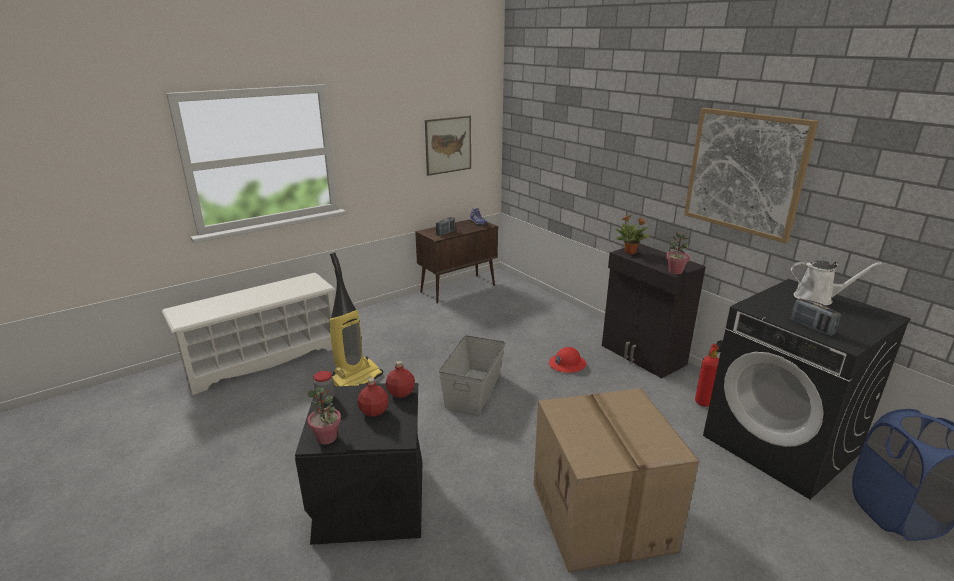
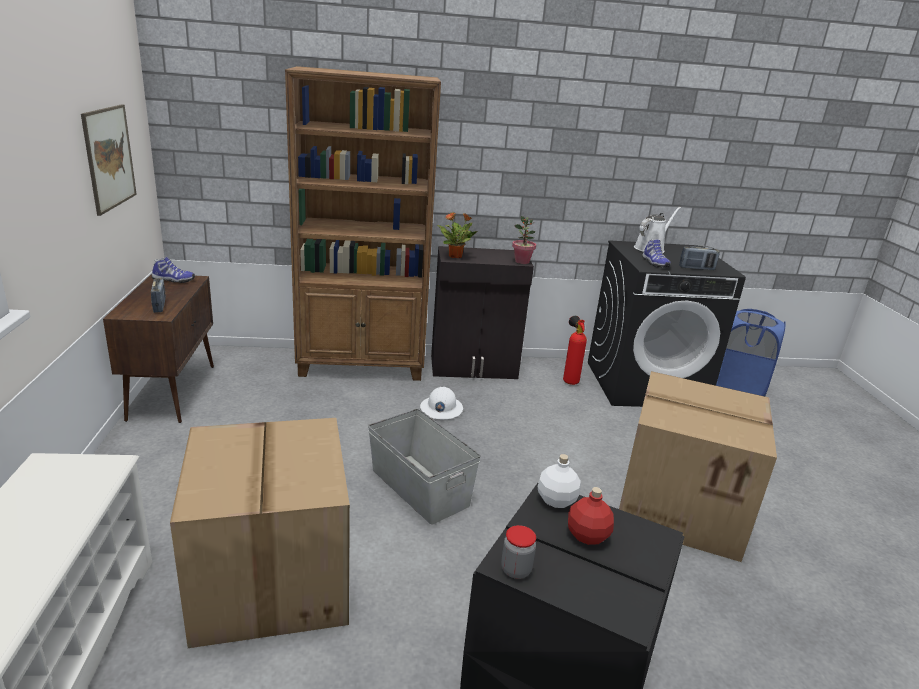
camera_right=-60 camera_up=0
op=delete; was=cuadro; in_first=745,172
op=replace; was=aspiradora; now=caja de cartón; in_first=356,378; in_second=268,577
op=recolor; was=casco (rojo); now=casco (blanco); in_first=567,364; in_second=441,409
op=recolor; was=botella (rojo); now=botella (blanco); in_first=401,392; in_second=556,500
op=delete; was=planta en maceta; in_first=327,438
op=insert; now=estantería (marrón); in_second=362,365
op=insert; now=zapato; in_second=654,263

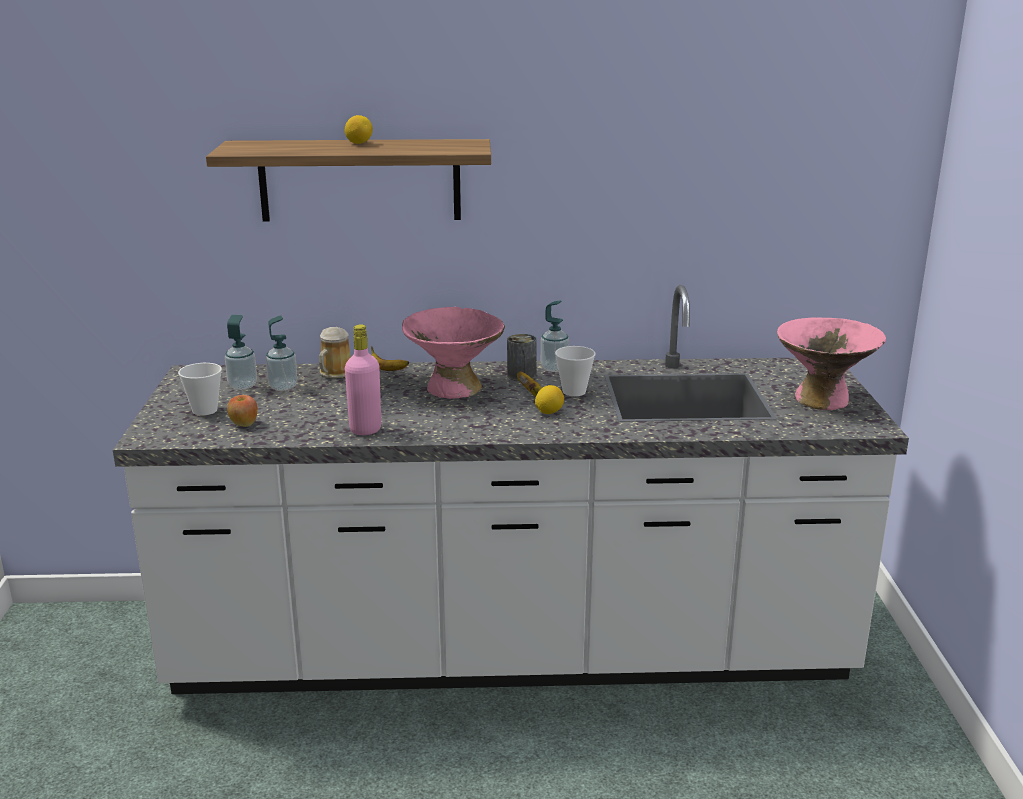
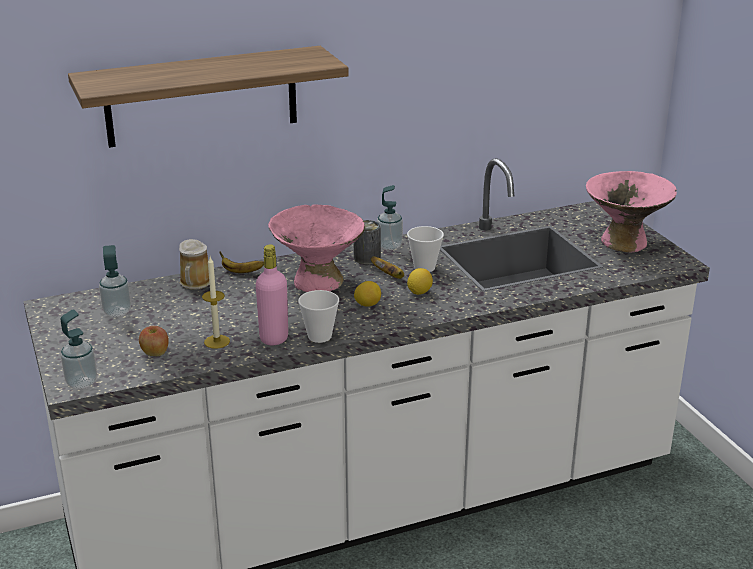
camera_right=-20 camera_up=5
op=move; was=limón; in_first=359,143; in_second=367,305
op=move; was=dispensador de jabón; in_first=283,387; in_second=81,383
op=move; was=taza; in_first=205,410; in_second=319,336
op=insert; now=vela; in_second=217,341

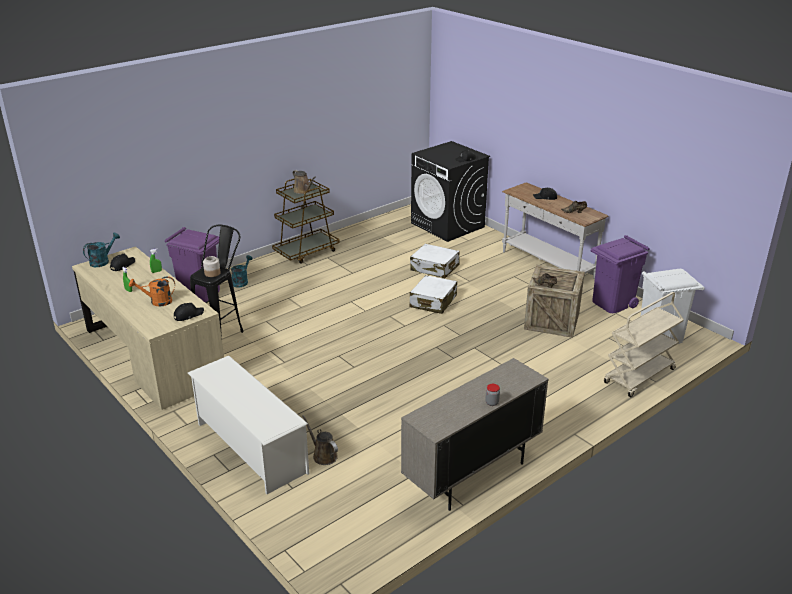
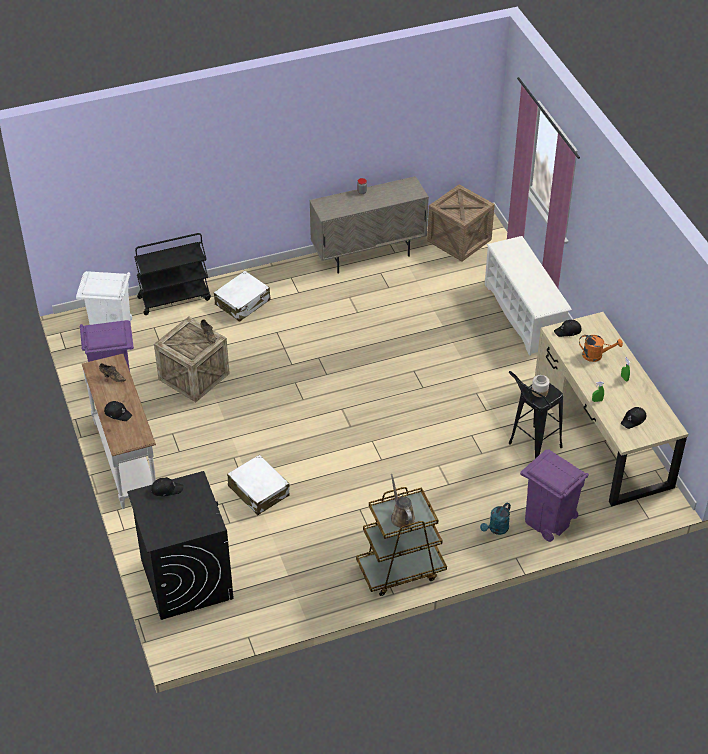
camera_right=-160 camera_up=15
op=delete; was=regadera (turquesa); in_first=102,261
op=move; was=maleta (blanco); in_first=433,302; in_second=243,302
op=recolor; was=carrito (beis); now=carrito (negro); in_first=639,376; in_second=174,298
op=delete; was=regadera (marrón); in_first=323,455
op=insert; now=caja de embalaje; in_second=459,240

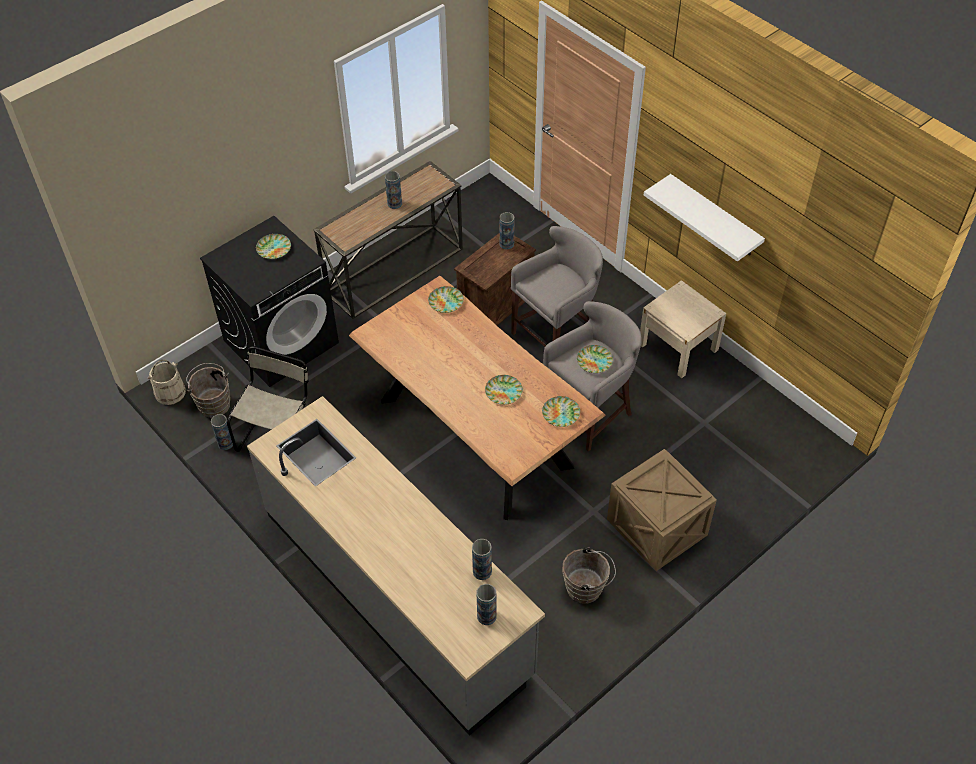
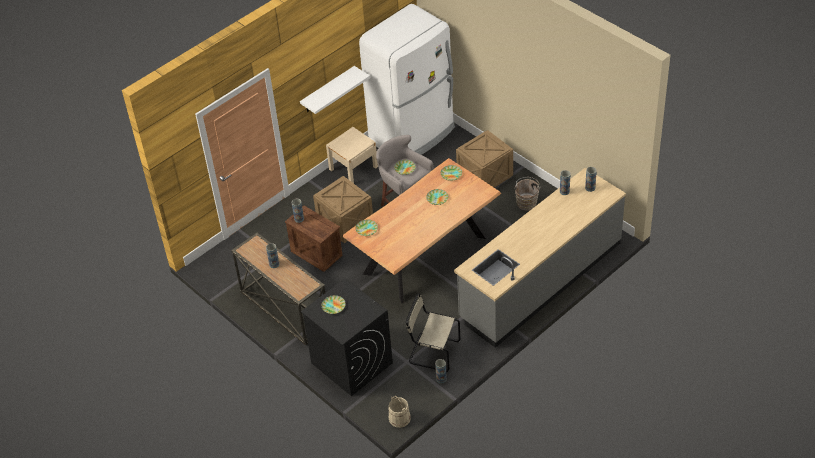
camera_right=-90 camera_up=-5
op=replace; was=taburete (gris); now=caja de embalaje; in_first=556,336; in_second=345,222
op=delete; was=cubo (marrón); in_first=214,403
op=insert; now=nevera (blanco); in_second=413,135

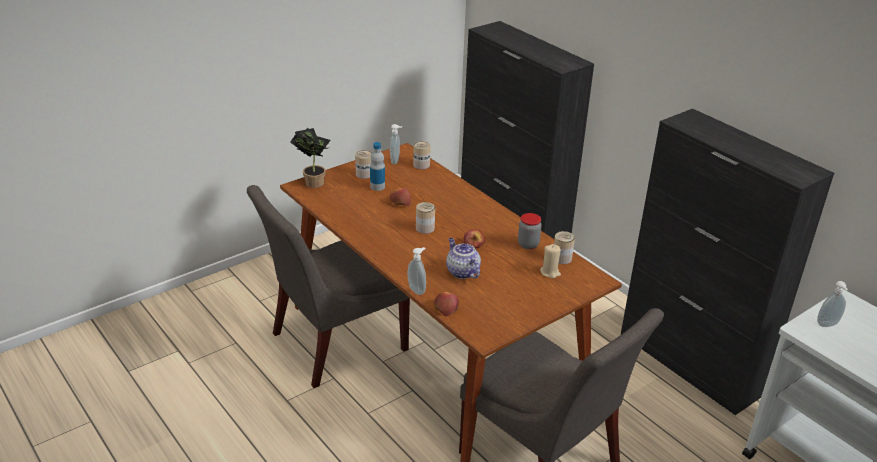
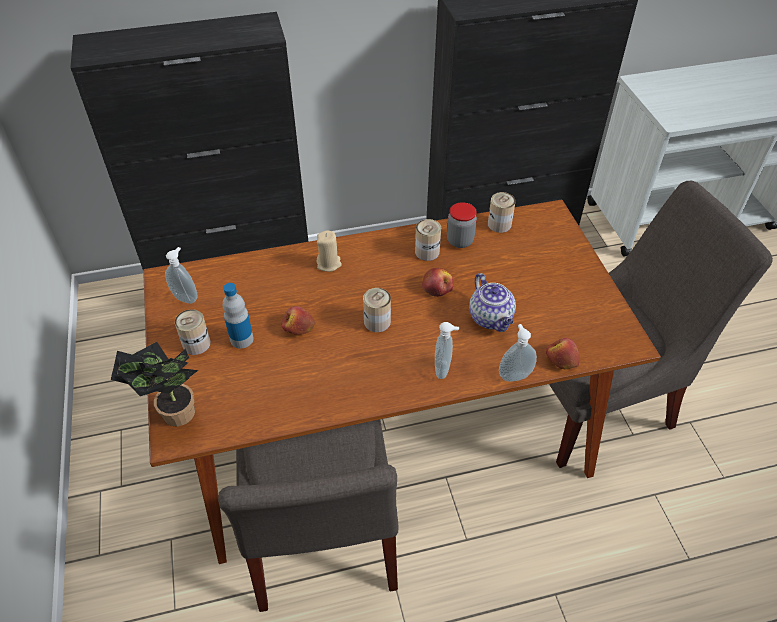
camera_right=-65 camera_up=15
op=move; was=lata; in_first=421,165; in_second=427,252
op=rotate; was=tetera; in_first=462,272; in_second=491,318; clockwise=-105
op=move; was=vela (beis); in_first=550,272; in_second=329,263
op=move; was=dispensador de jabón; in_first=828,325; in_second=443,369

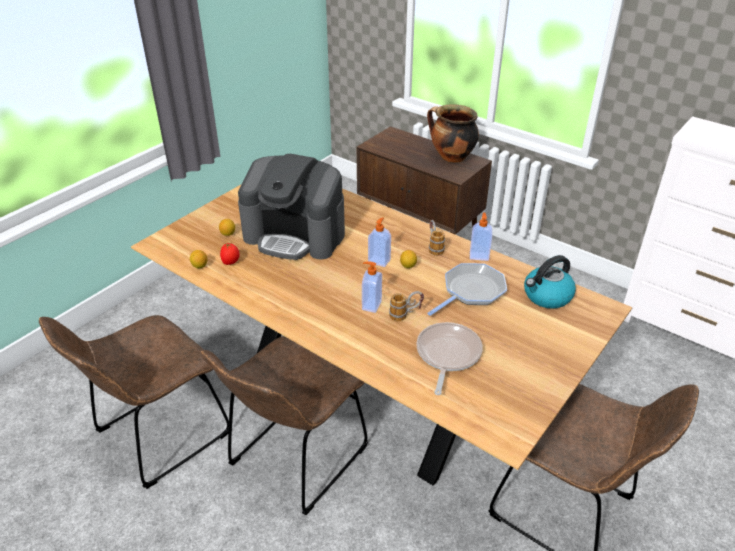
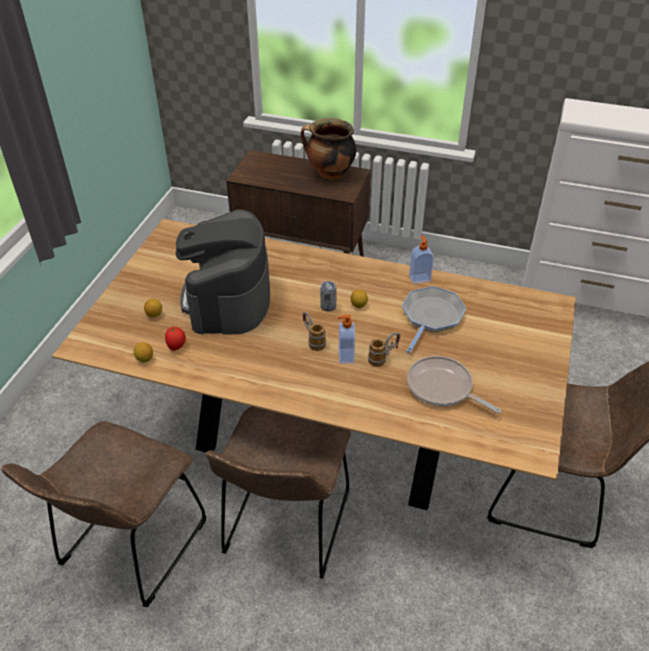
camera_right=-20 camera_up=5
op=rotate; was=cafetera; in_first=295,235; in_second=228,299; clockwise=90
op=replace; was=dispensador de jabón; now=lata; in_first=379,261; in_second=328,306
op=move; was=taza grande; in_first=434,247; in_second=312,340
op=delete; was=hervidor; in_first=547,296
op=rotate; was=sartén; in_first=447,355; in_second=442,388; clockwise=-45

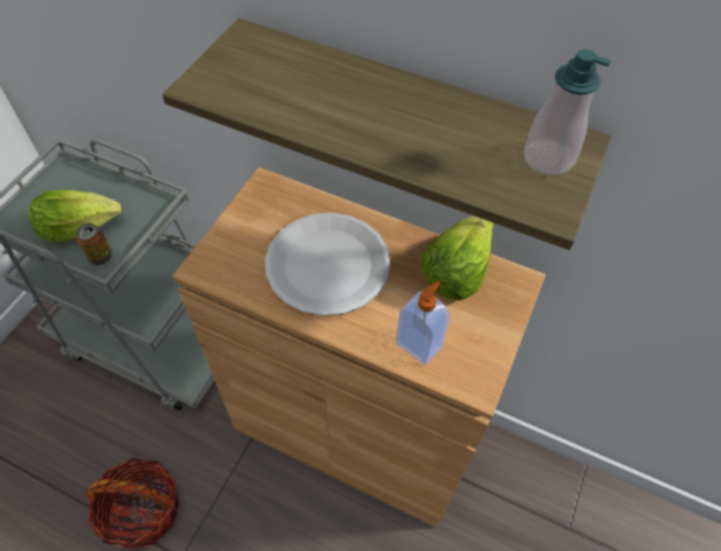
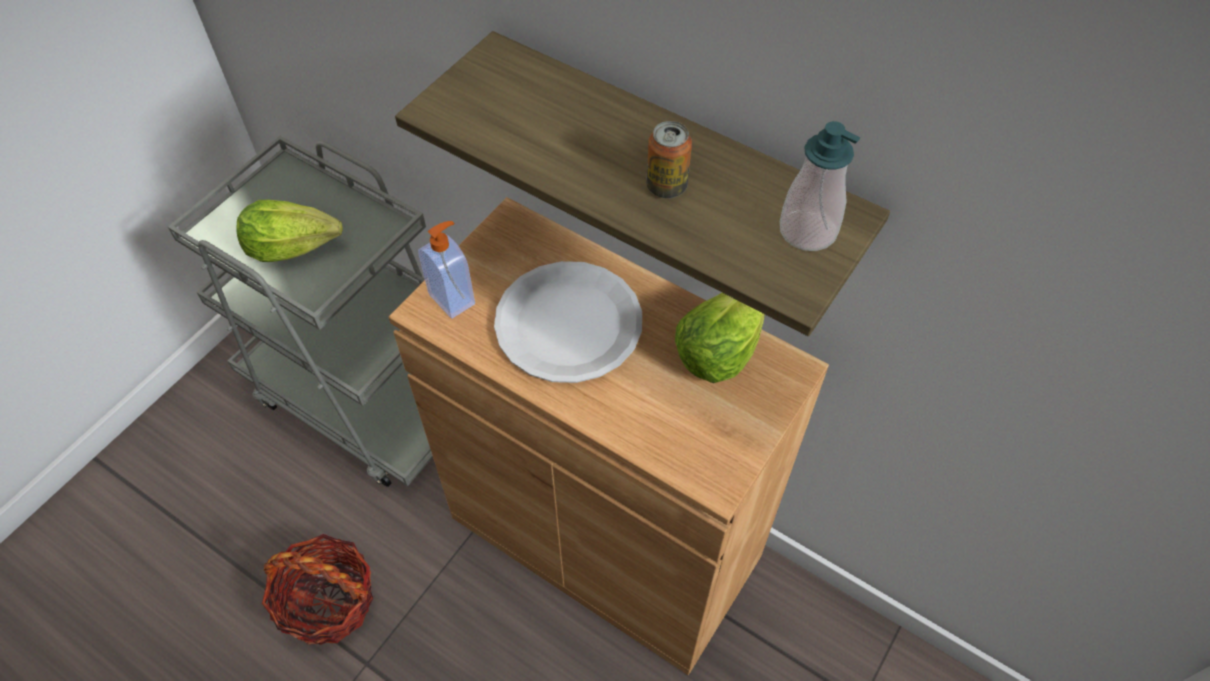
camera_right=10 camera_up=0
op=move; was=lata; in_first=101,257; in_second=666,186
op=move; was=dispensador de jabón; in_first=419,344; in_second=453,298

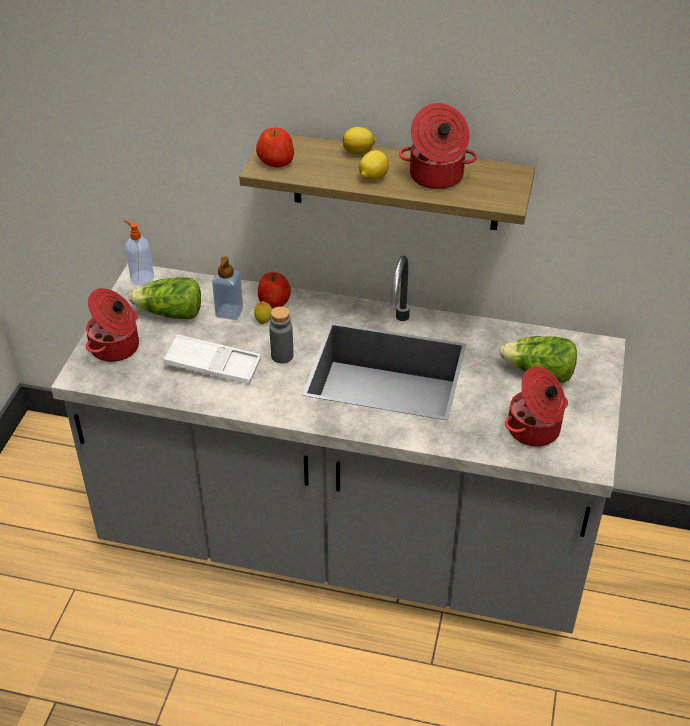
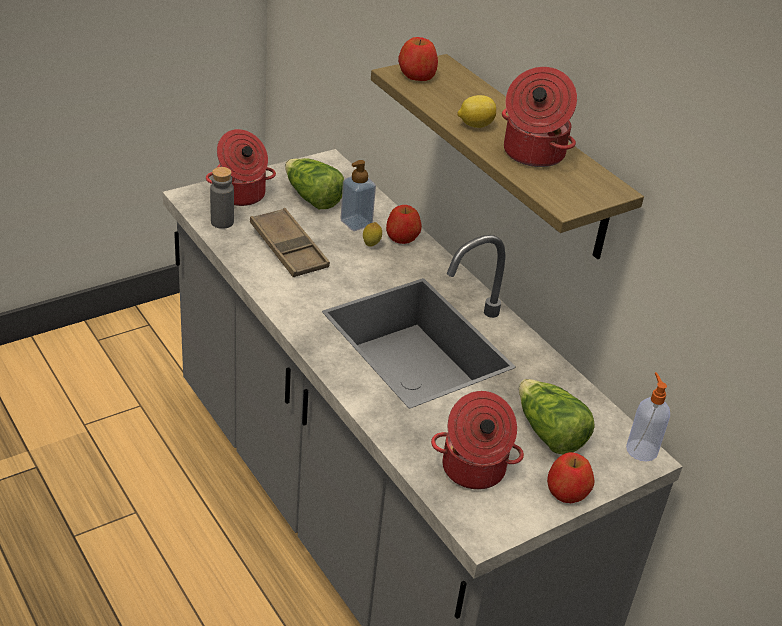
camera_right=40 camera_up=-5
op=delete; was=limón; in_first=359,152
op=move; was=dispensador de jabón; in_first=141,277; in_second=641,449
op=move; was=botella (gris); in_first=282,356; in_second=222,222
op=recolor; was=bandeja (blanco); now=bandeja (marrón); in_first=213,365; in_second=288,248
op=insert; now=manzana; in_second=567,491

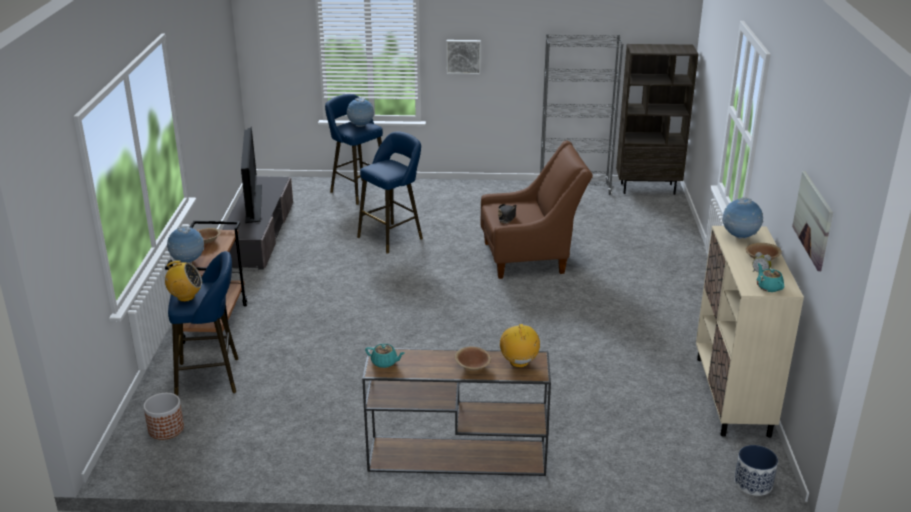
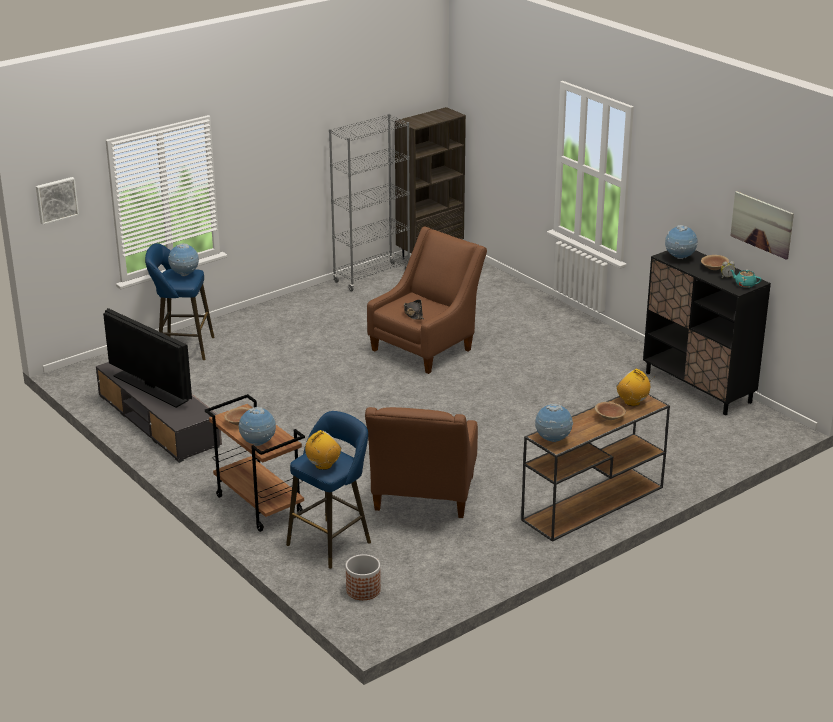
camera_right=-40 camera_up=0
op=move; was=cuadro; in_first=463,56; in_second=56,200
op=delete; was=taburete (azul); in_first=393,237
op=recolor; was=armario (beis); now=armario (negro); in_first=732,396; in_second=698,387
op=replace; was=tetera (turquesa); now=globo terráqueo; in_first=385,363; in_second=553,440
op=delete; was=maceta; in_first=753,483
op=insert; now=sillón (marrón); in_second=423,498

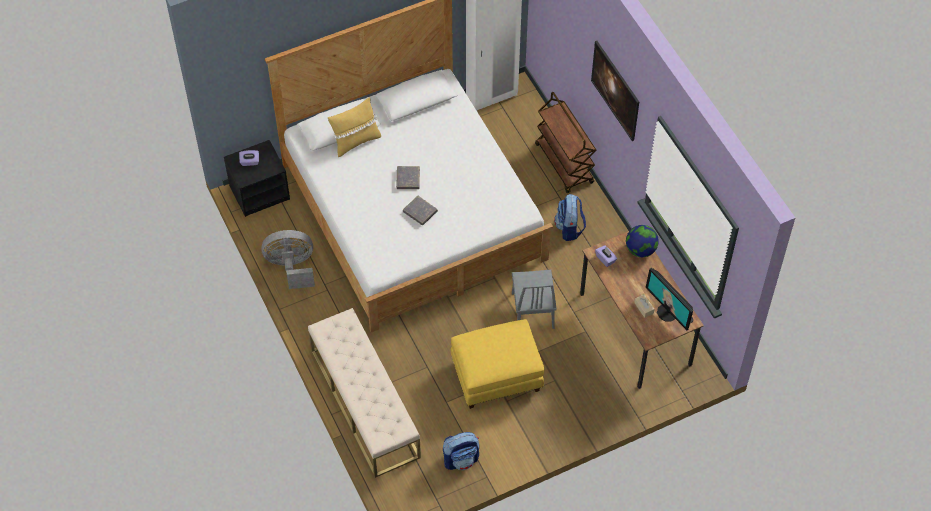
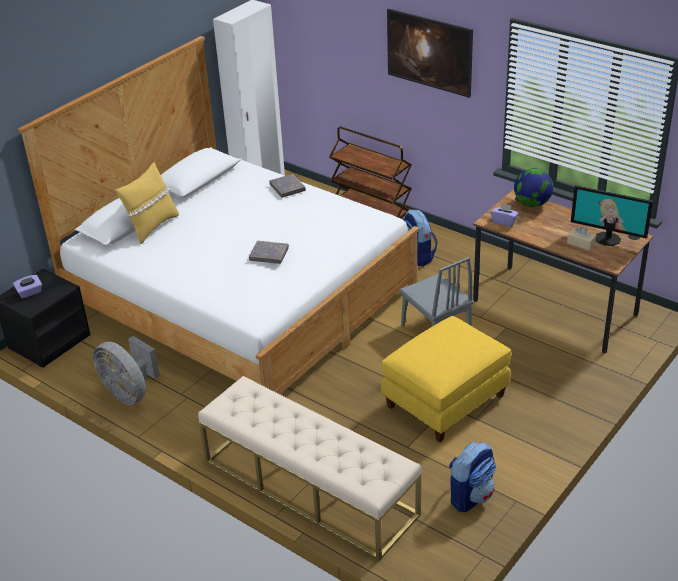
camera_right=-25 camera_up=-20
op=move; was=libro (gris); in_first=408,179; in_second=287,188
op=rotate; was=ventilador (gris); in_first=291,267; in_second=130,393; clockwise=-105

